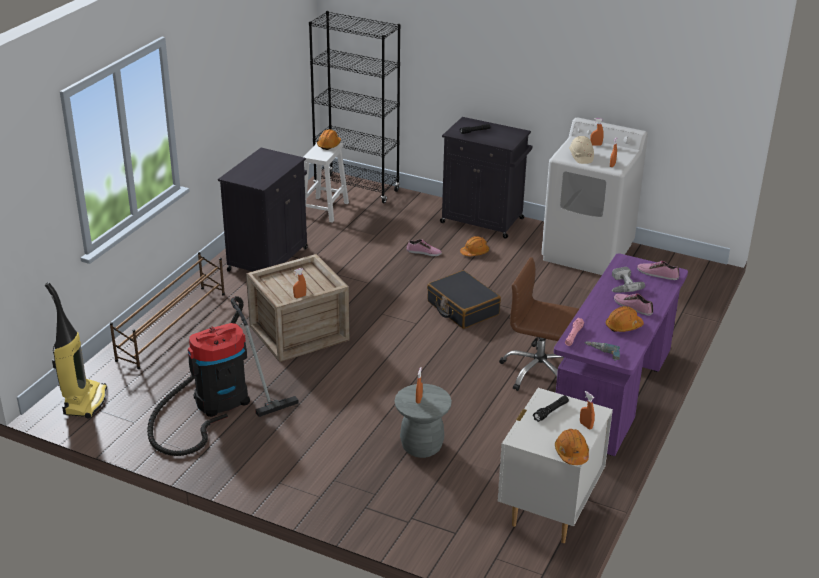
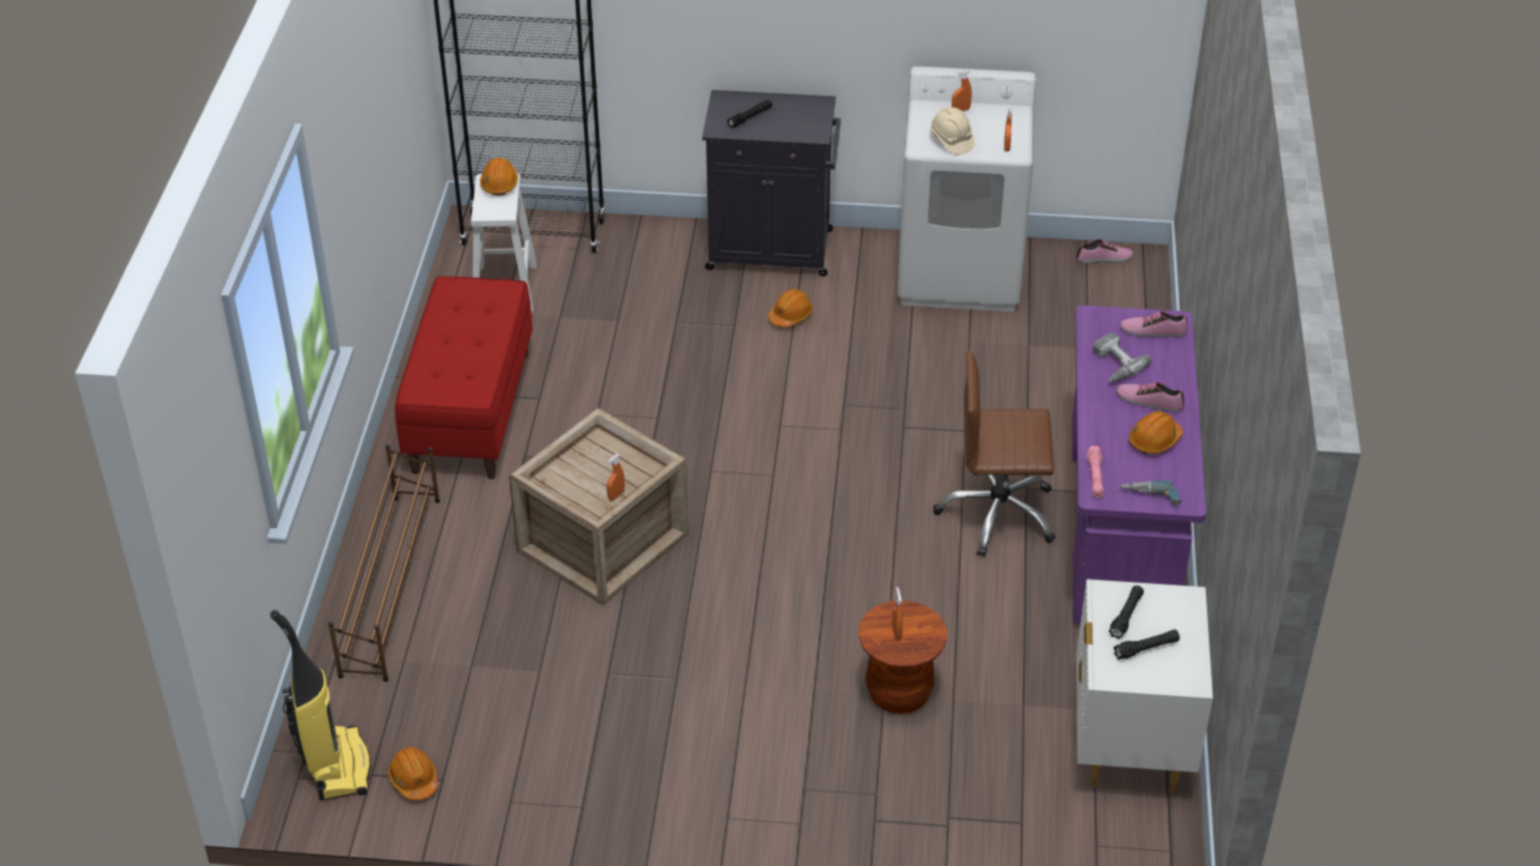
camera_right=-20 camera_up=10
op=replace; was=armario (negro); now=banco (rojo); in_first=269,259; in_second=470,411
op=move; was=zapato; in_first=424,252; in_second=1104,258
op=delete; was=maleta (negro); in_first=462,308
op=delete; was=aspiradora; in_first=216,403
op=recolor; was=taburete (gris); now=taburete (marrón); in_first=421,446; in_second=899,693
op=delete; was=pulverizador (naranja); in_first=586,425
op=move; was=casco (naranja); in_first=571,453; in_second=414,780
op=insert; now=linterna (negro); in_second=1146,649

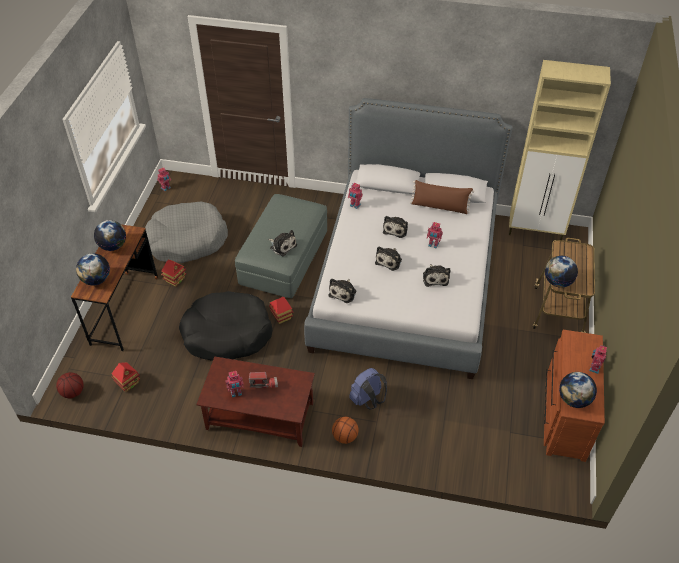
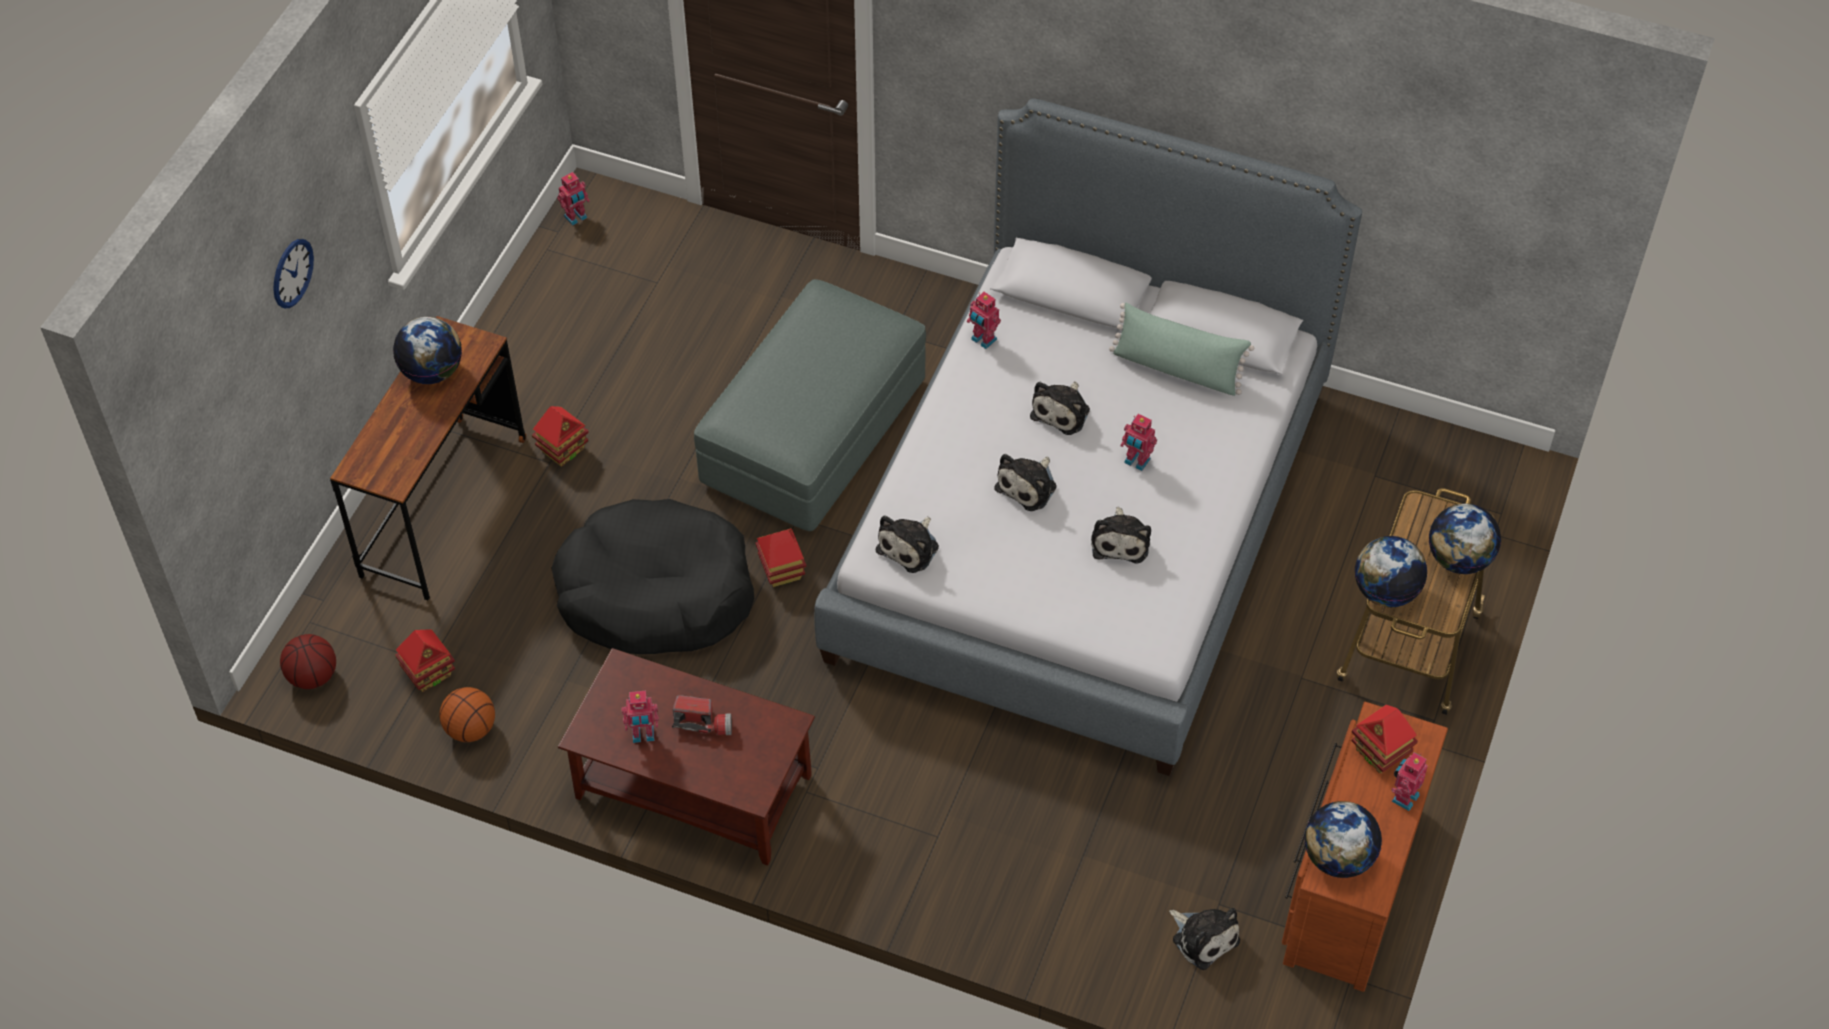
camera_right=10 camera_up=5
op=delete; was=armario (beis); in_first=536,231
op=recolor; was=cojín (marrón); now=cojín (verde); in_first=440,207; in_second=1177,369
op=delete; was=cama para perro (gris); in_first=187,240
op=move; was=peluche; in_first=282,246; in_second=1203,937
op=move; was=globo terráqueo; in_first=96,280; in_second=1458,559
op=delete; was=mochila (azul); in_first=368,400
op=move; was=balón de baloncesto; in_first=345,437; in_second=470,729
op=insert; now=reloj de pared; in_second=292,273
op=insert; now=casita; in_second=1380,753

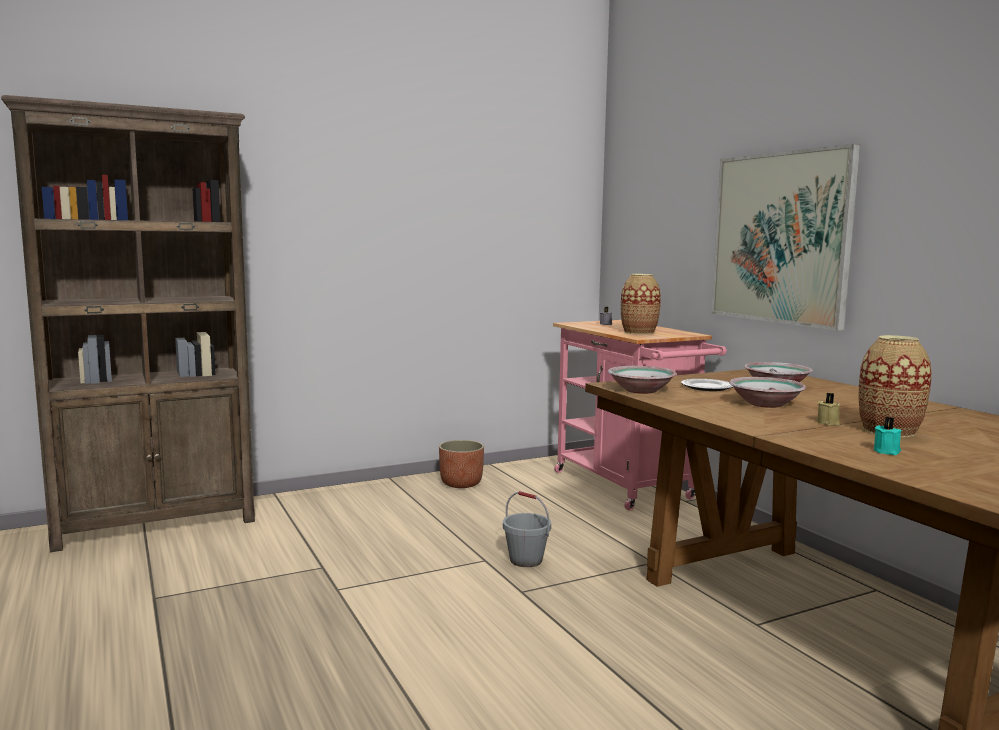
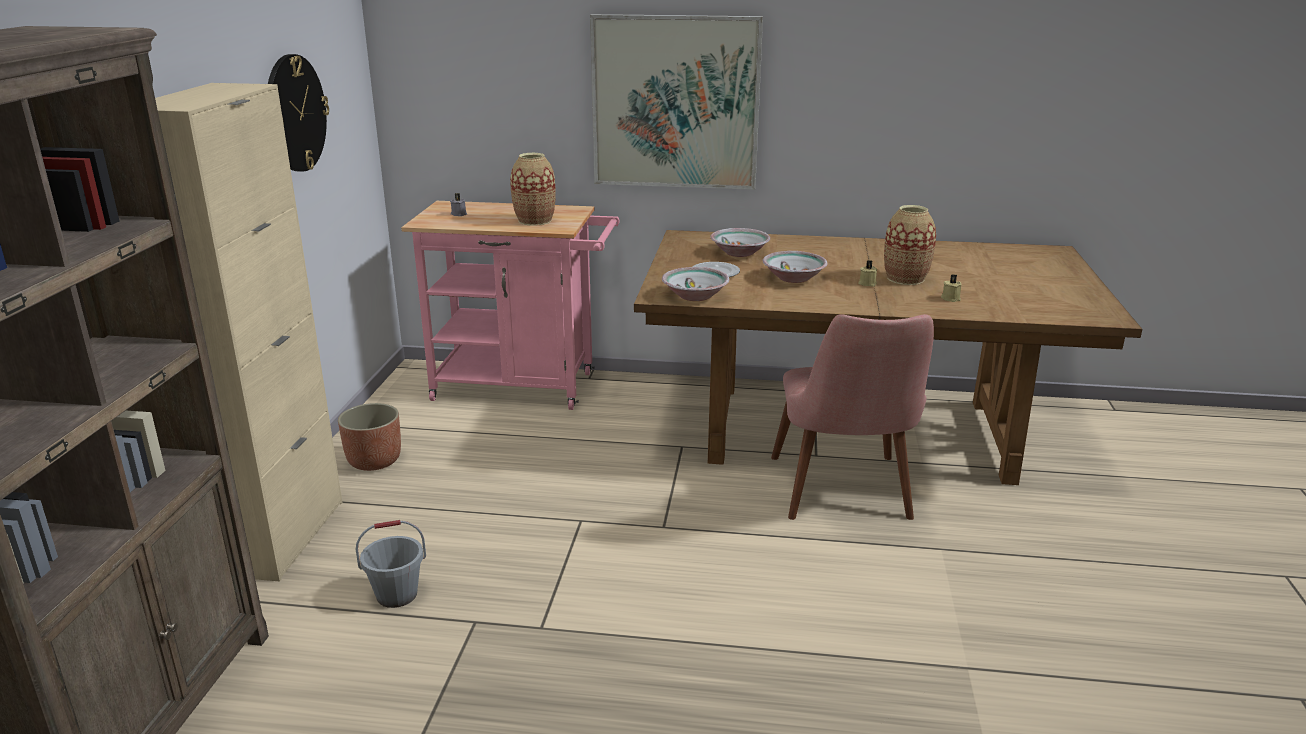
camera_right=-55 camera_up=15
op=recolor; was=vela (turquesa); now=vela (beis); in_first=887,451; in_second=951,298
op=move; was=cubo (gris); in_first=526,560; in_second=397,594
op=insert; now=reloj de pared; in_second=295,113
op=insert; now=armario (beis); in_second=284,537
op=insert; now=silla (rosa); in_second=845,497

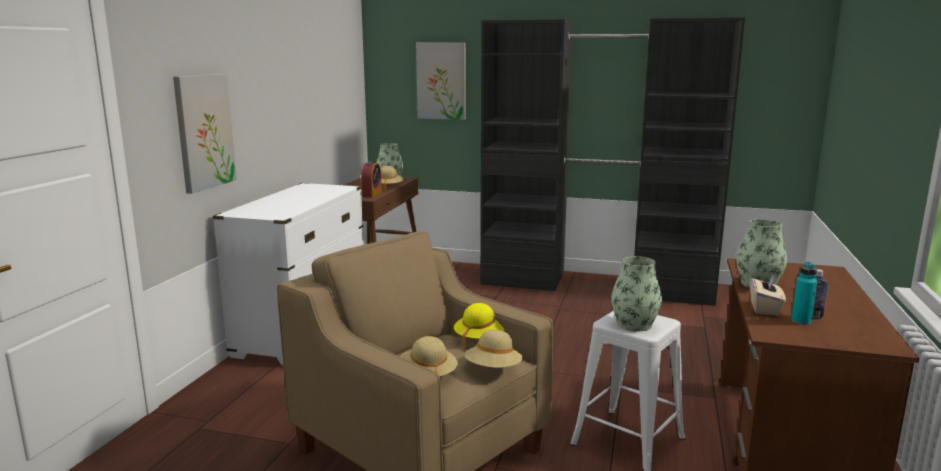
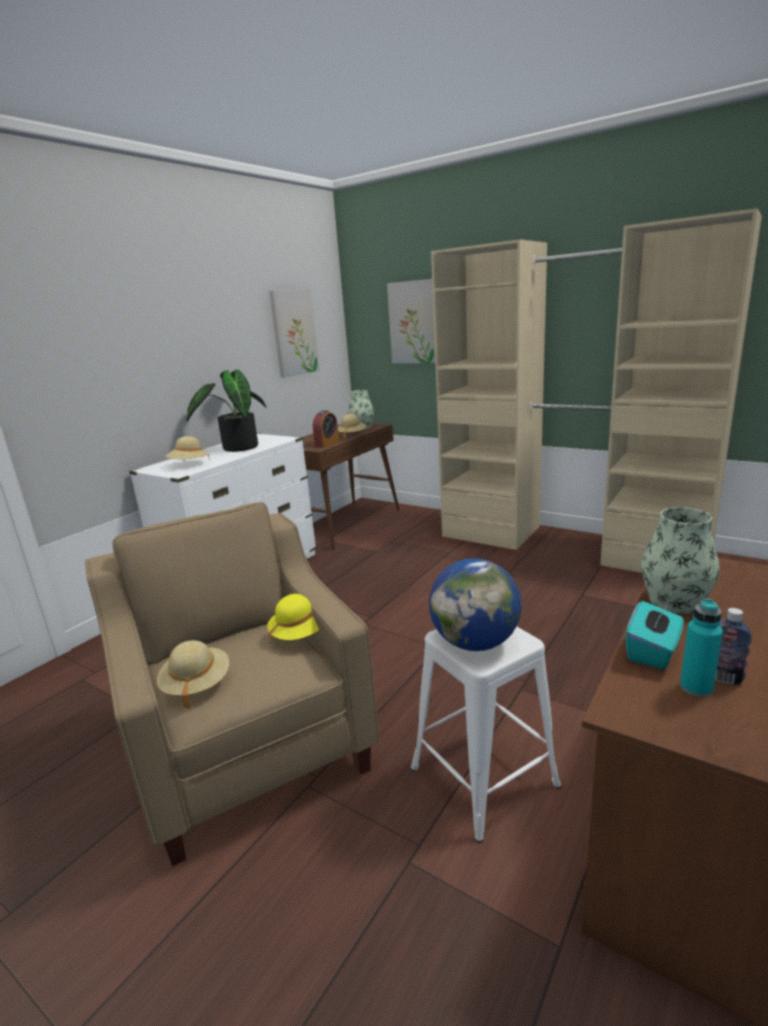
camera_right=20 camera_up=5
op=recolor; was=armario ropero (negro); now=armario ropero (beis); in_first=596,284; in_second=568,544
op=move; was=cuadro; in_first=204,131; in_second=293,333
op=replace; was=florero; now=globo terráqueo; in_first=634,324; in_second=475,643
op=recolor; was=caja de pañuelos (beis); now=caja de pañuelos (turquesa); in_first=765,308; in_second=652,652
op=move; was=sombrero (beis); in_first=493,369; in_second=189,464
op=insert; now=planta en maceta; in_second=236,448

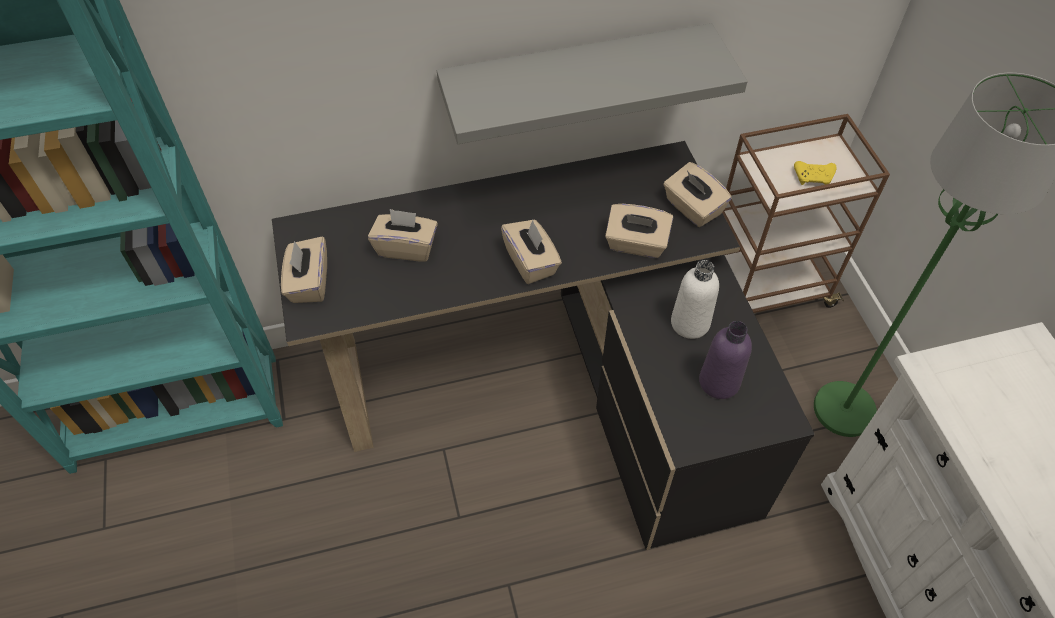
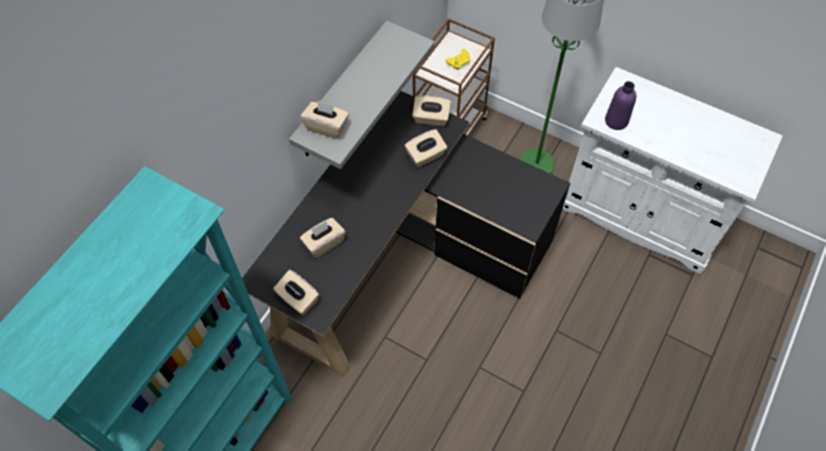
camera_right=-45 camera_up=5
op=move; was=caja de pañuelos (beis); in_first=531,262; in_second=326,126
op=delete; was=botella (blanco); in_first=690,323
op=move; was=botella (morado); in_first=719,382; in_second=616,121

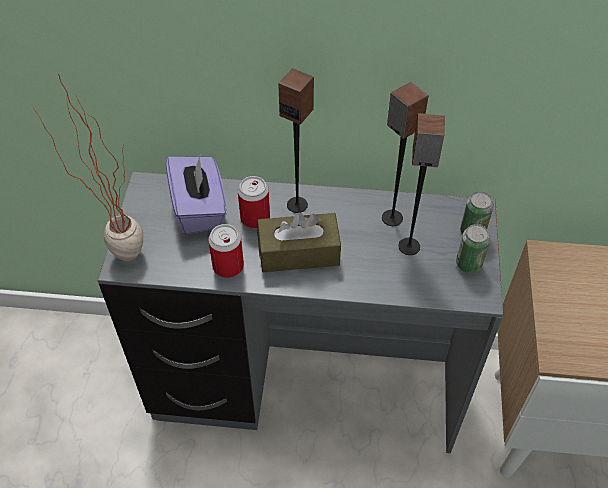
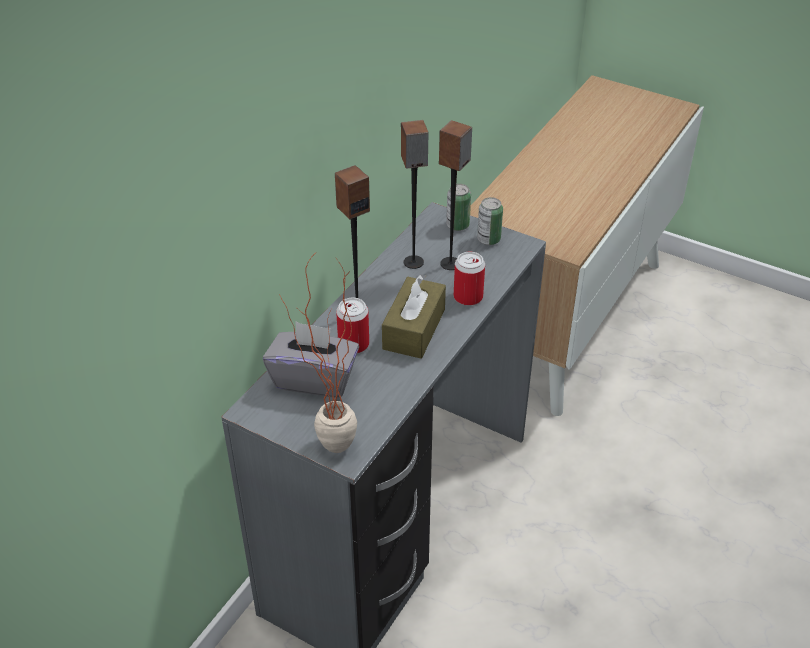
camera_right=-65 camera_up=-10
op=recolor; was=caja de pañuelos (morado); now=caja de pañuelos (gris); in_first=199,209; in_second=314,379
op=move; was=lata; in_first=228,266; in_second=468,297

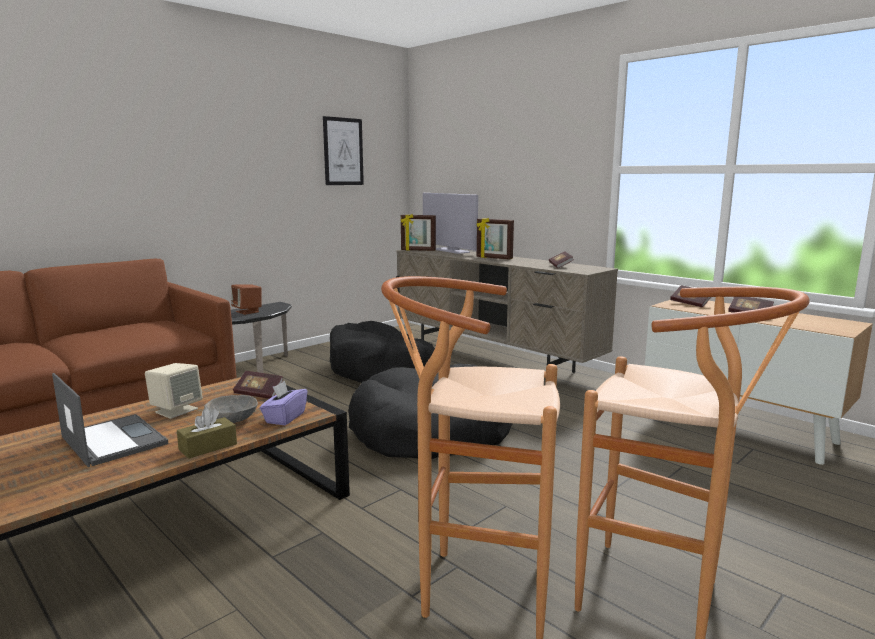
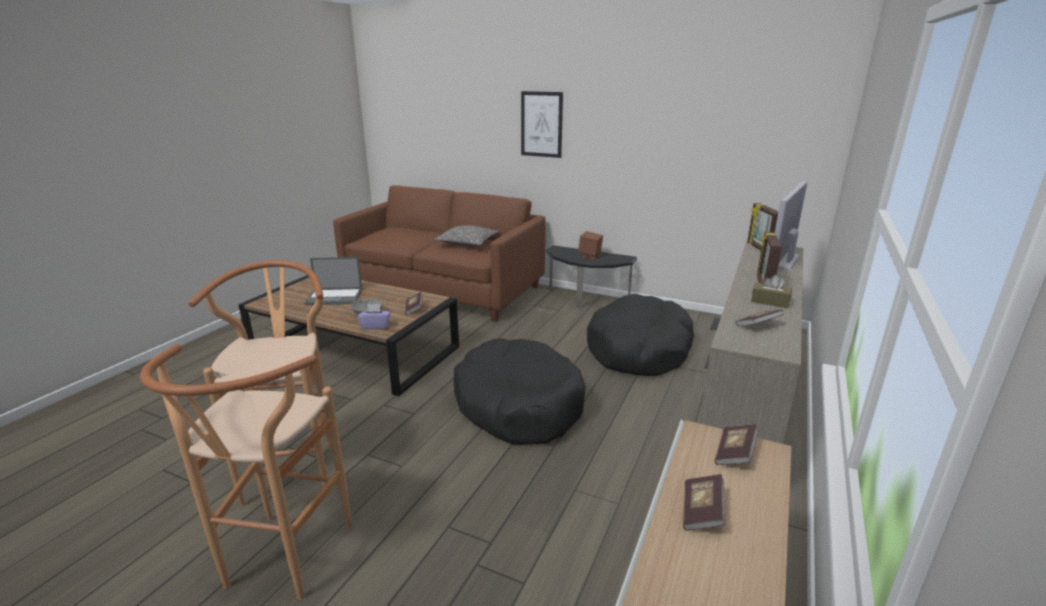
camera_right=70 camera_up=10
op=move; was=cuadro; in_first=343,151; in_second=541,124
op=delete; was=altavoz (beis); in_first=176,410
op=rotate; was=portátil; in_first=113,440; in_second=335,297; clockwise=60
op=move; was=caja de pañuelos (marrón); in_first=208,447; in_second=770,302
op=insert; now=cojín; in_second=467,243

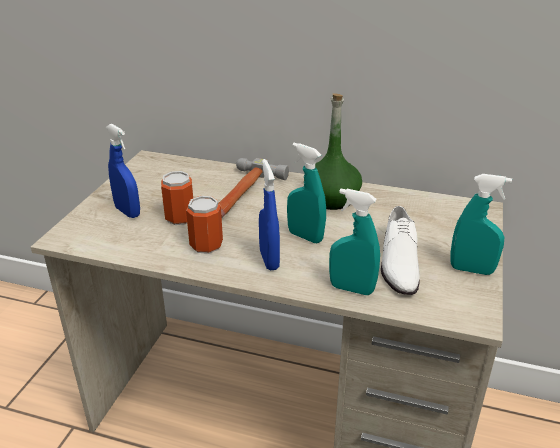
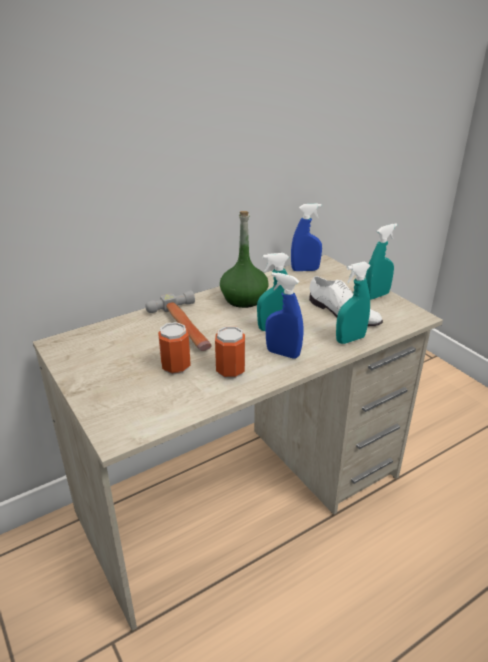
camera_right=-50 camera_up=0
op=move; was=pulverizador (azul); in_first=127,212; in_second=305,270

